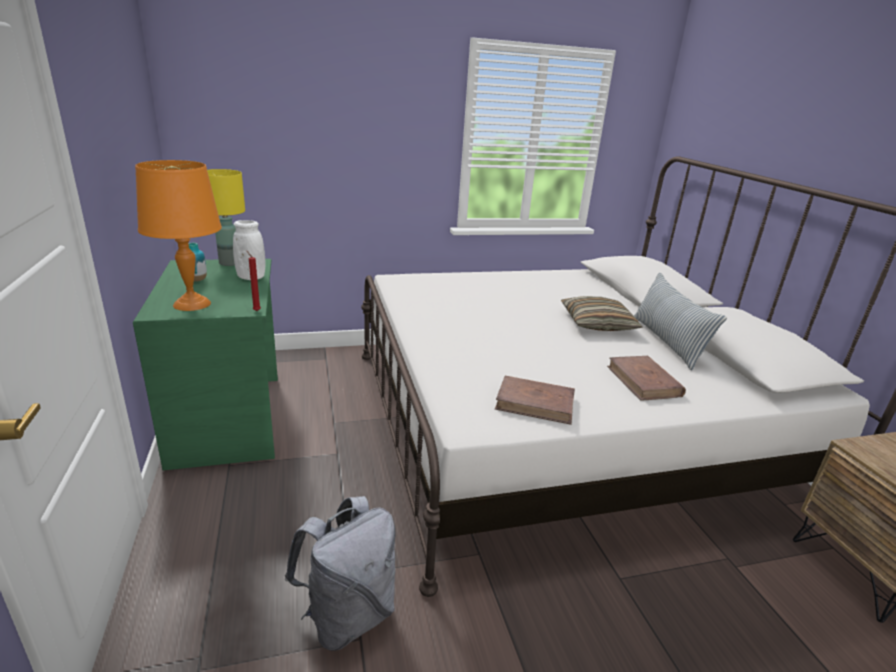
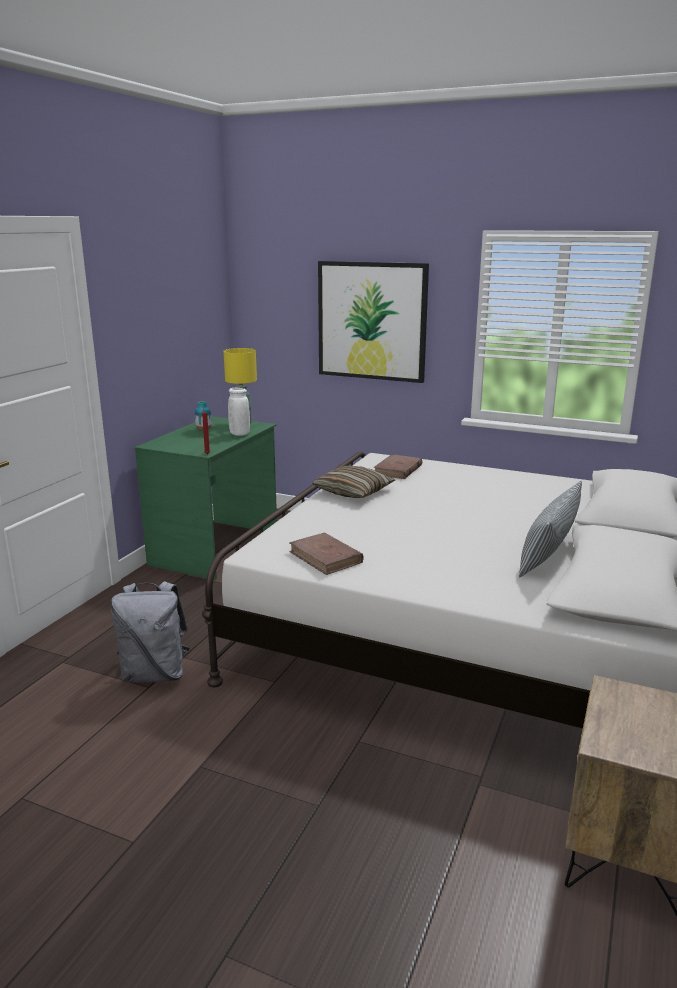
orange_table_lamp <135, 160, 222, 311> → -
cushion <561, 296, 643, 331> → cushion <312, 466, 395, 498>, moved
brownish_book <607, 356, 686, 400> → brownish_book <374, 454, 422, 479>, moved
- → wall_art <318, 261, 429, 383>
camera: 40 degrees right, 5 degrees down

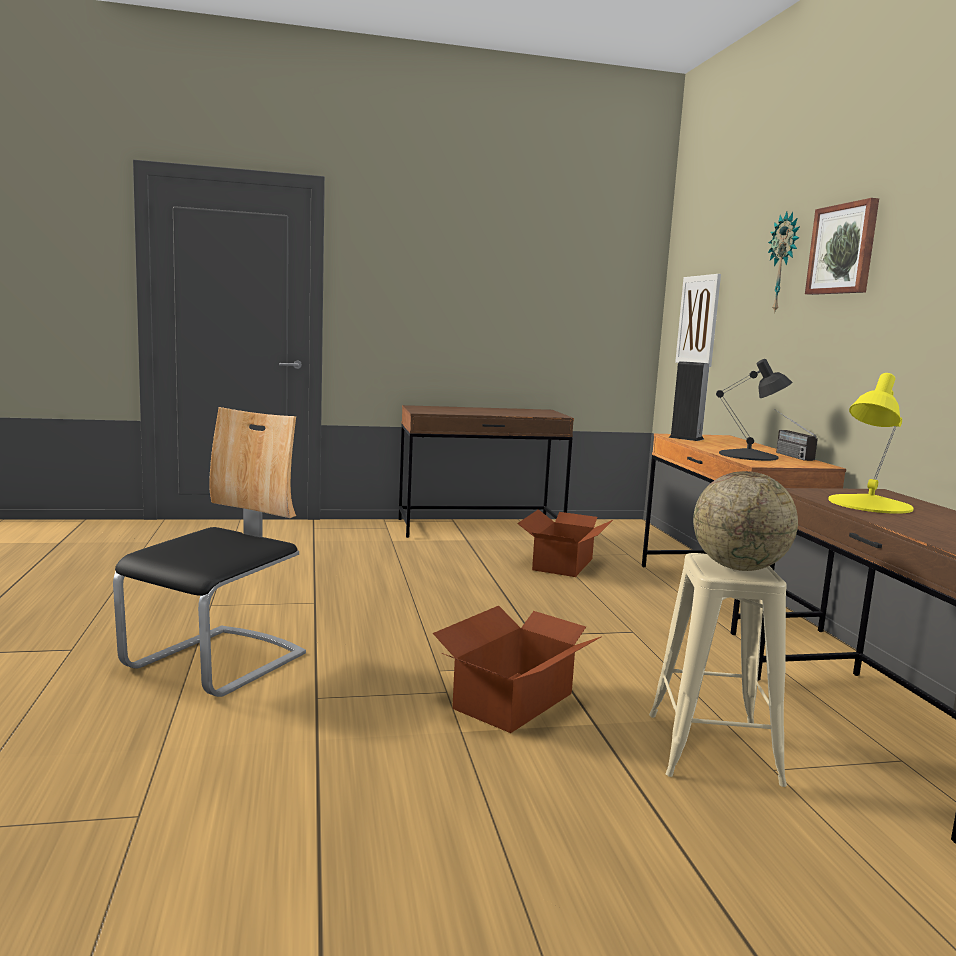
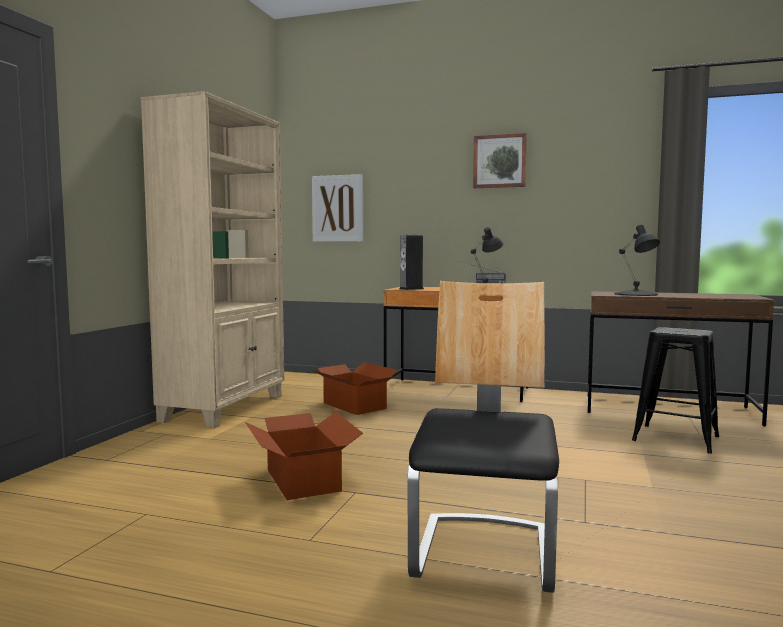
wall_clock <768, 212, 800, 314> → -
yellow_table_lamp <828, 373, 914, 514> → black_table_lamp <614, 224, 660, 296>
brownish_desk <398, 405, 574, 538> → beige_shelving_unit <141, 91, 284, 428>
chair <113, 407, 306, 697> → chair <408, 281, 559, 593>, 45 degrees clockwise
globe <693, 471, 798, 571> → -
beige_sitting_stool <649, 553, 787, 787> → black_sitting_stool <632, 327, 719, 453>
cardboard_box <433, 606, 602, 733> → cardboard_box <245, 412, 363, 500>, moved
camera: 60 degrees left, 5 degrees down

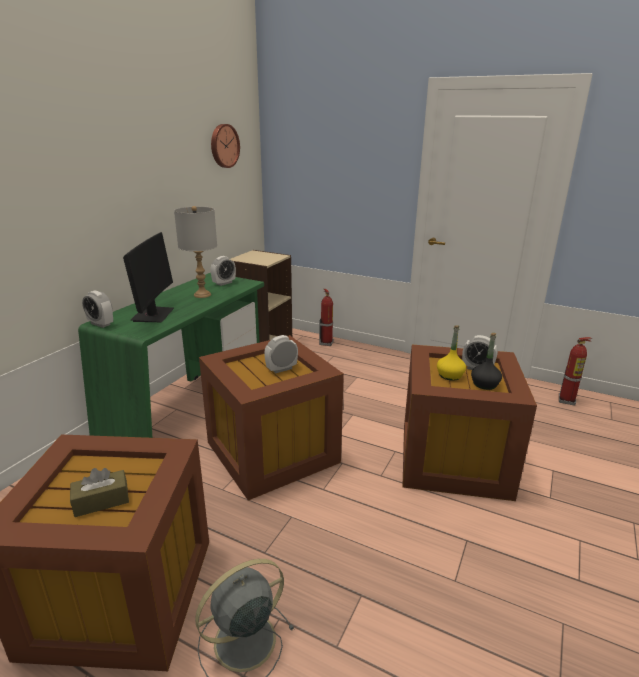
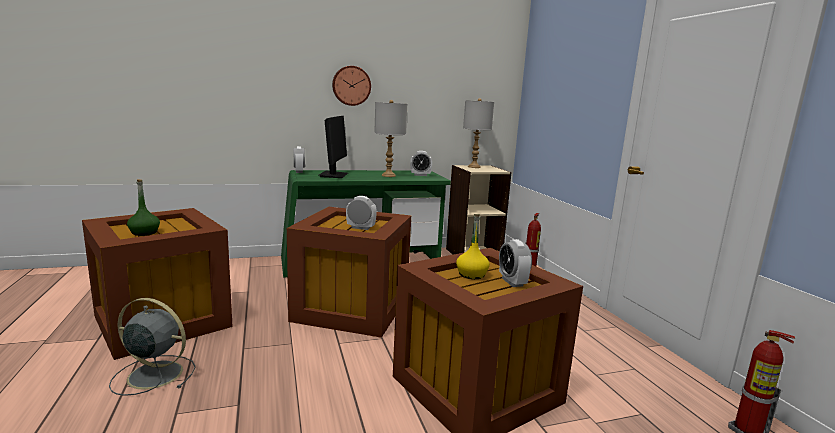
wall_clock <211, 124, 240, 168> → wall_clock <332, 66, 371, 106>, moved
computer_display <123, 232, 174, 322> → computer_display <318, 116, 348, 178>, 45 degrees counterclockwise
black_bottle <471, 333, 502, 390> → -
brownish_tissue_box <70, 468, 129, 517> → green-coloured_bottle <127, 179, 160, 236>
- → gray_table_lamp <463, 98, 494, 168>
camera: 45 degrees right, 10 degrees down

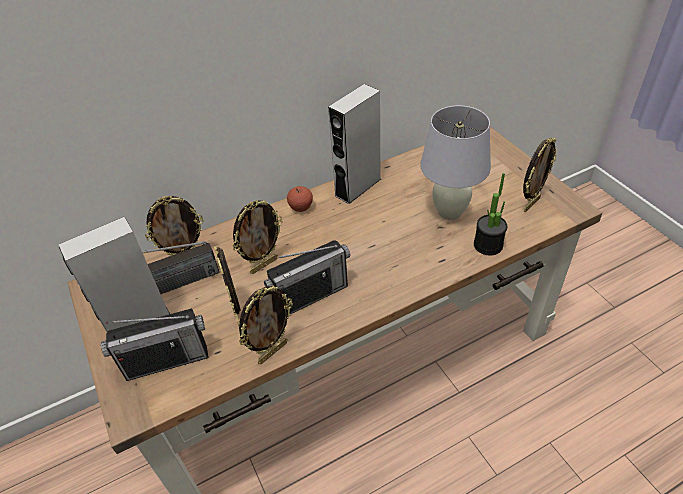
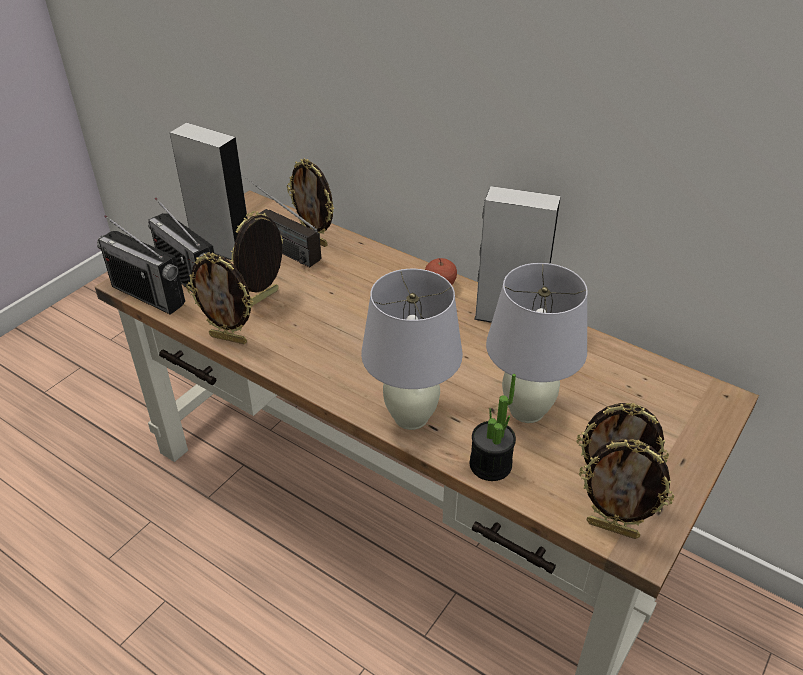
picture_frame <232, 200, 283, 274> → picture_frame <579, 438, 674, 539>, moved
radio_set <264, 240, 350, 314> → radio_set <97, 215, 185, 315>, moved
- → white-coloured_table_lamp <361, 269, 463, 430>
camera: 60 degrees right, 5 degrees down

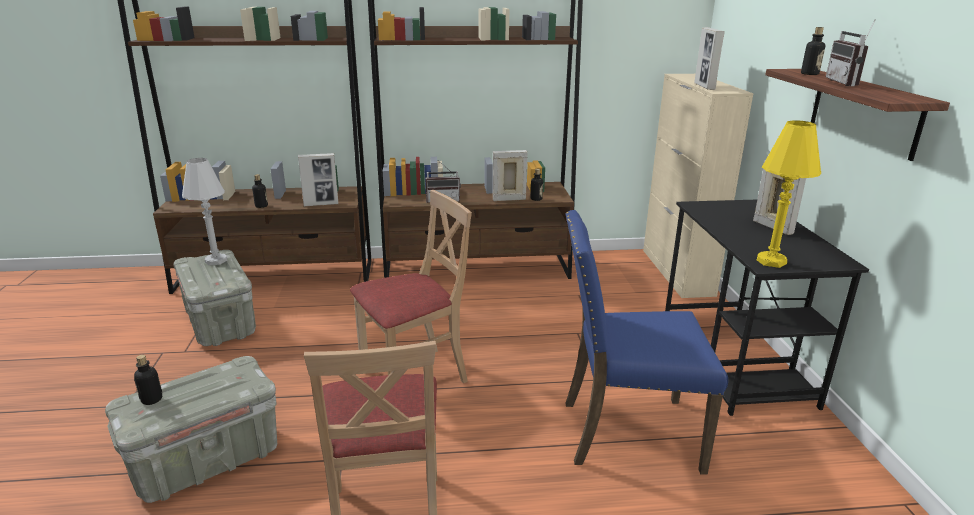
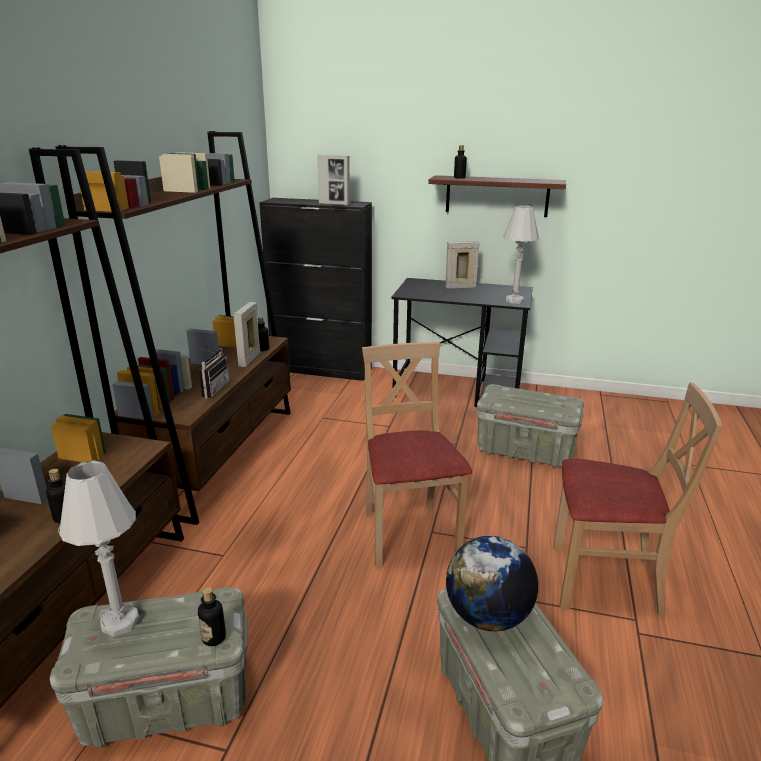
radio_set <826, 19, 876, 86> → -
beige_cabinet <643, 74, 754, 298> → black_cabinet <259, 198, 372, 381>
yellow_table_lamp <757, 120, 821, 268> → white-coloured_table_lamp <503, 205, 539, 304>
picture_frame <298, 153, 339, 206> → -
blue-coloured_chair <565, 210, 728, 475> → gray_storage_box <477, 384, 584, 468>
bottle <134, 355, 162, 405> → bottle <198, 587, 226, 646>, moved
- → globe <446, 536, 538, 631>
camera: 70 degrees left, 0 degrees up

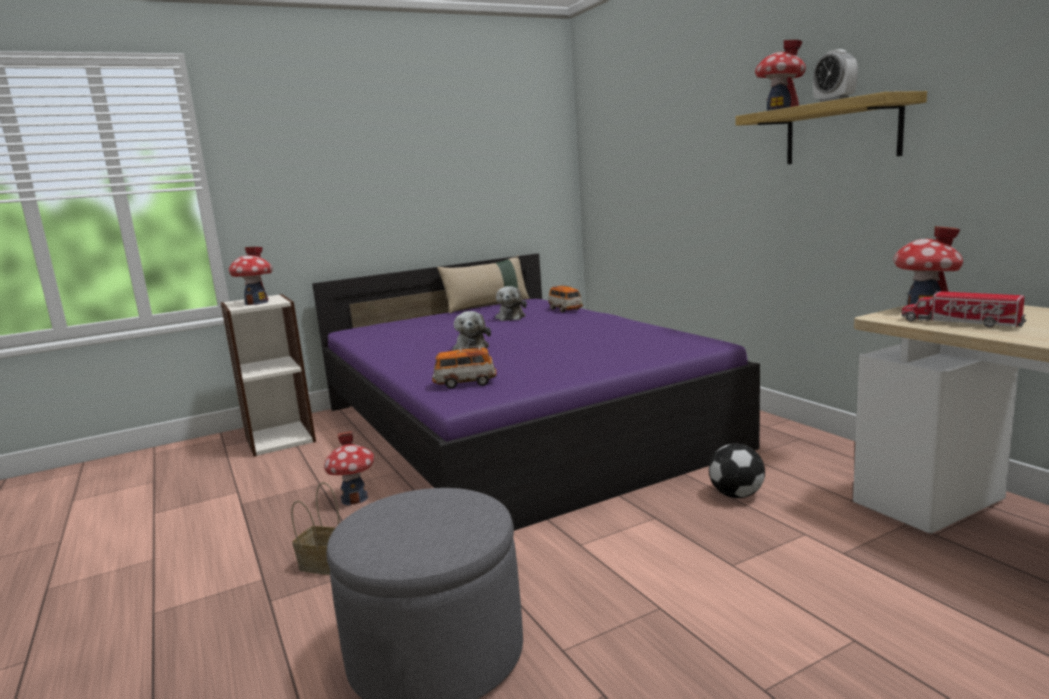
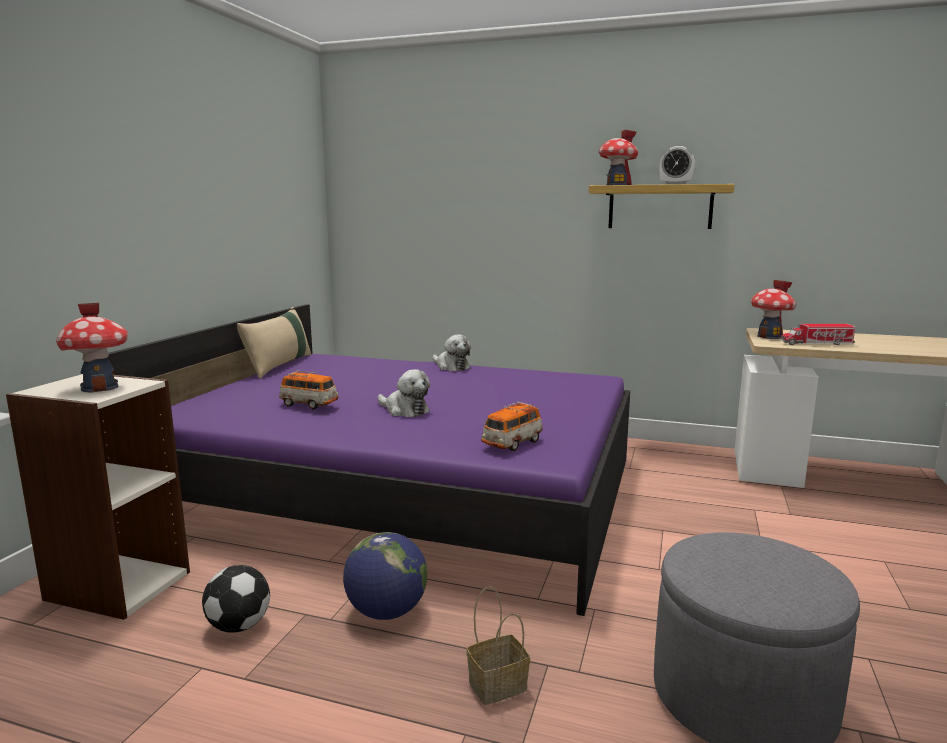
model_car <548, 284, 583, 312> → model_car <279, 371, 338, 409>, moved
plush_toy <495, 286, 527, 321> → plush_toy <433, 335, 471, 371>, moved
miniature_house <324, 431, 374, 505> → globe <343, 532, 428, 620>
football <709, 443, 765, 498> → football <202, 565, 270, 633>, moved
camera: 45 degrees left, 0 degrees up

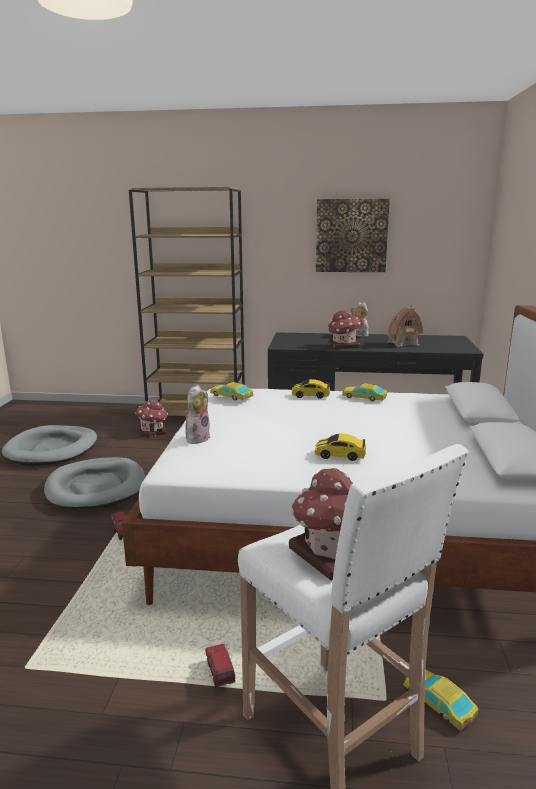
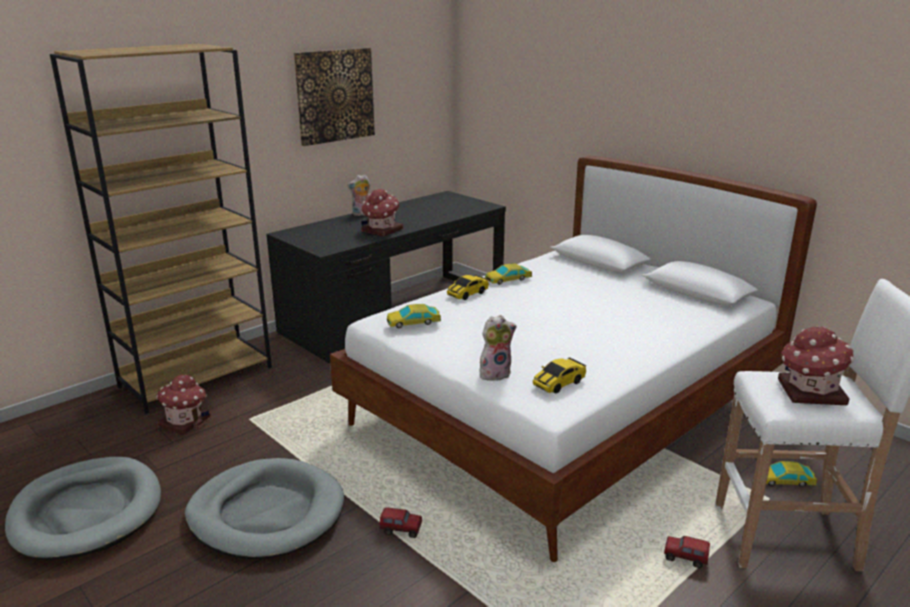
miniature_house <387, 304, 424, 347> → -
plush_toy <185, 385, 211, 444> → plush_toy <480, 315, 517, 381>, 90 degrees clockwise
model_car <315, 433, 366, 461> → model_car <533, 357, 586, 393>, moved
camera: 50 degrees left, 5 degrees up

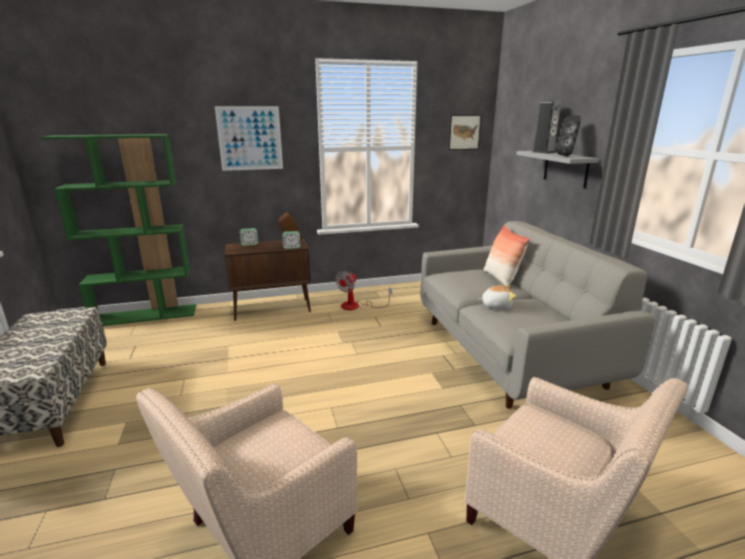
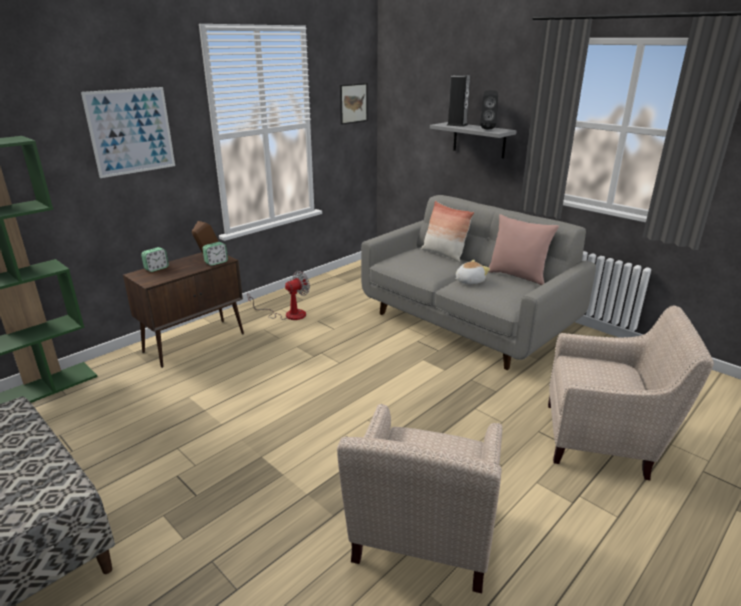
electric_fan <336, 271, 393, 310> → electric_fan <247, 271, 310, 320>, 135 degrees counterclockwise
- → pinkish_cushion <489, 214, 559, 285>
camera: 30 degrees left, 5 degrees up

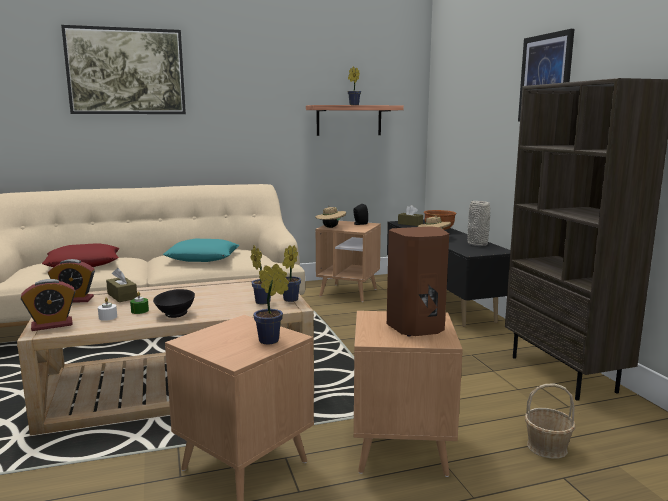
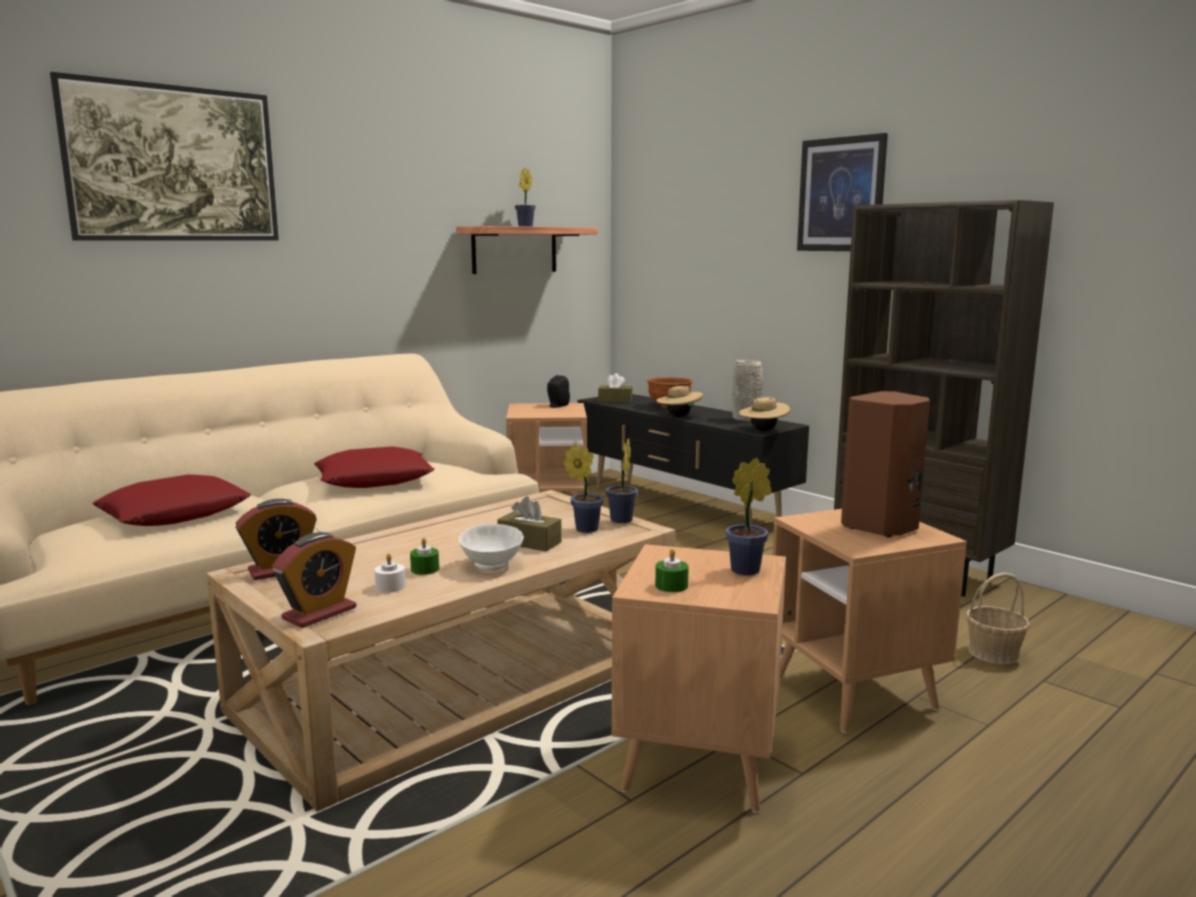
beige_hat <315, 206, 346, 228> → beige_hat <739, 396, 790, 431>, moved
turquoise-coloured_cushion <163, 239, 239, 262> → reddish_cushion <314, 447, 434, 488>
brownish_tissue_box <106, 268, 137, 302> → brownish_tissue_box <497, 496, 562, 551>, moved
black_deep_dish <153, 289, 195, 318> → white-coloured_deep_dish <458, 524, 524, 571>
- → green-coloured_wax_light <655, 548, 689, 592>
camera: 25 degrees left, 0 degrees up

